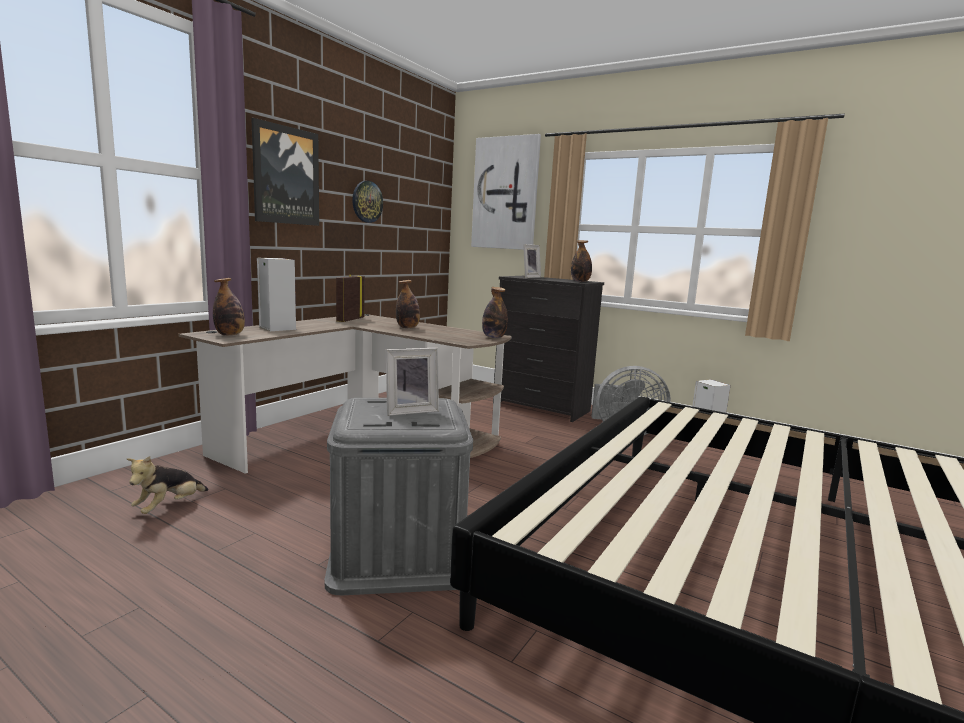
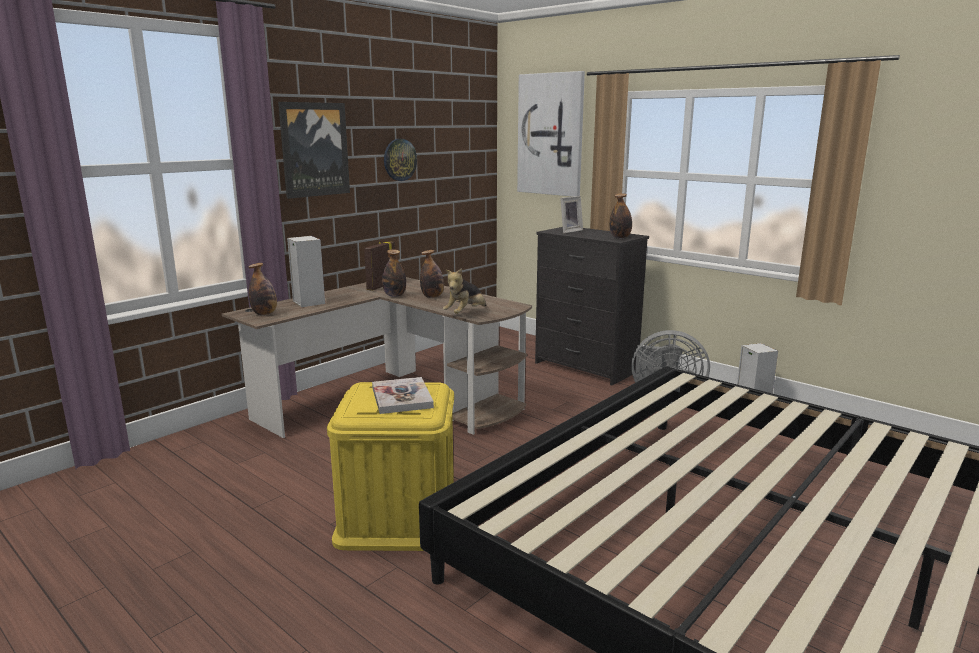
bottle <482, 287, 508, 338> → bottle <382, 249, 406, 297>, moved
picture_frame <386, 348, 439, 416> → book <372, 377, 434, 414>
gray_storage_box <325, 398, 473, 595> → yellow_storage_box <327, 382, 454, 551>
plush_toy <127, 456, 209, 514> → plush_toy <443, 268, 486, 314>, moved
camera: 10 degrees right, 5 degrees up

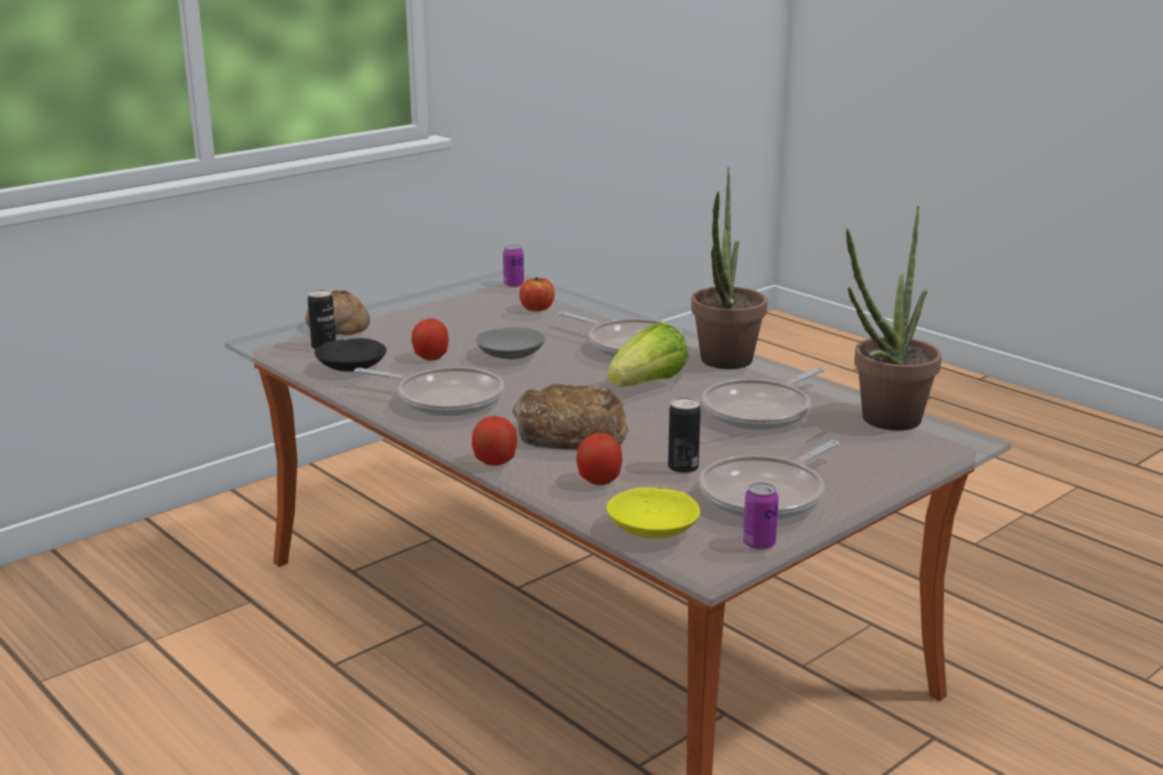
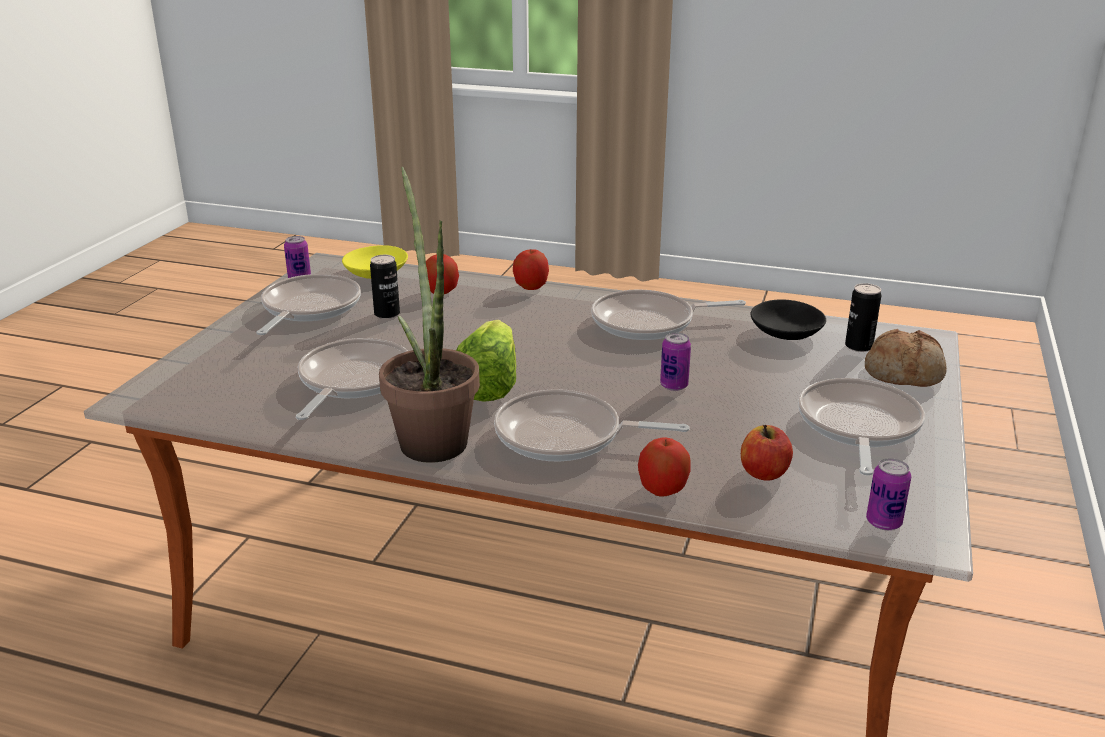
potted_plant <846, 206, 942, 431> → -
whole_apple <411, 318, 449, 361> → whole_apple <638, 437, 690, 497>, moved
gray_deep_dish <476, 327, 545, 359> → sealed_can <660, 333, 691, 391>
bread <513, 384, 629, 450> → -
- → pan <798, 378, 925, 475>
camera: 150 degrees right, 5 degrees up

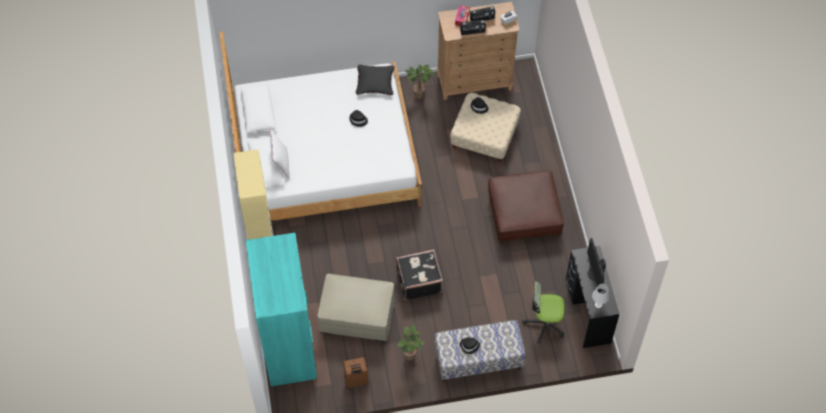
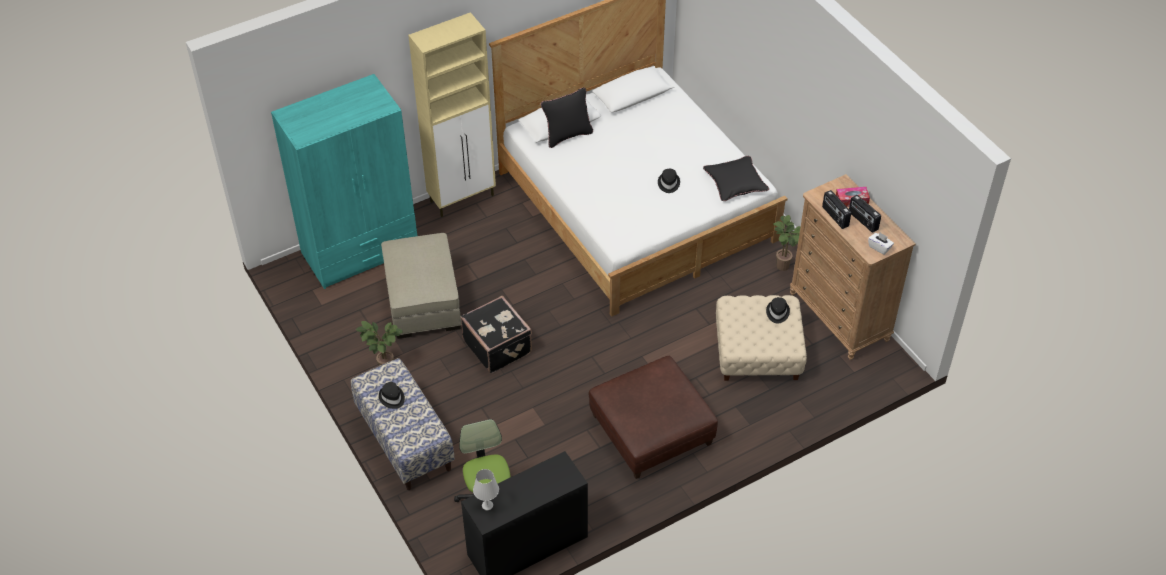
white-coloured_cushion <270, 129, 290, 178> → black_cushion <541, 88, 593, 148>
computer_display <587, 238, 606, 293> → -
brownish_suitcase <343, 357, 369, 389> → -
camera: 70 degrees right, 10 degrees down

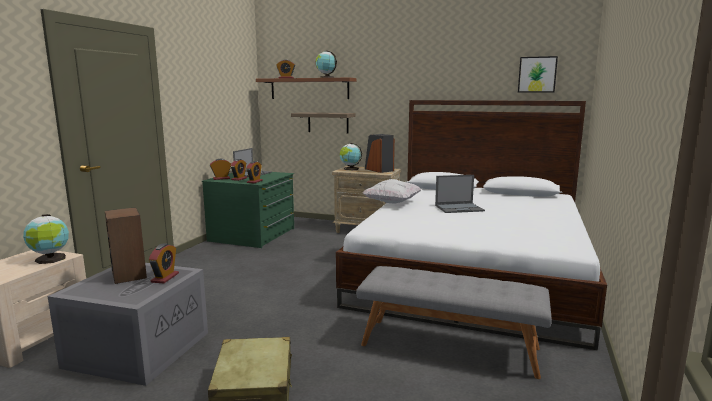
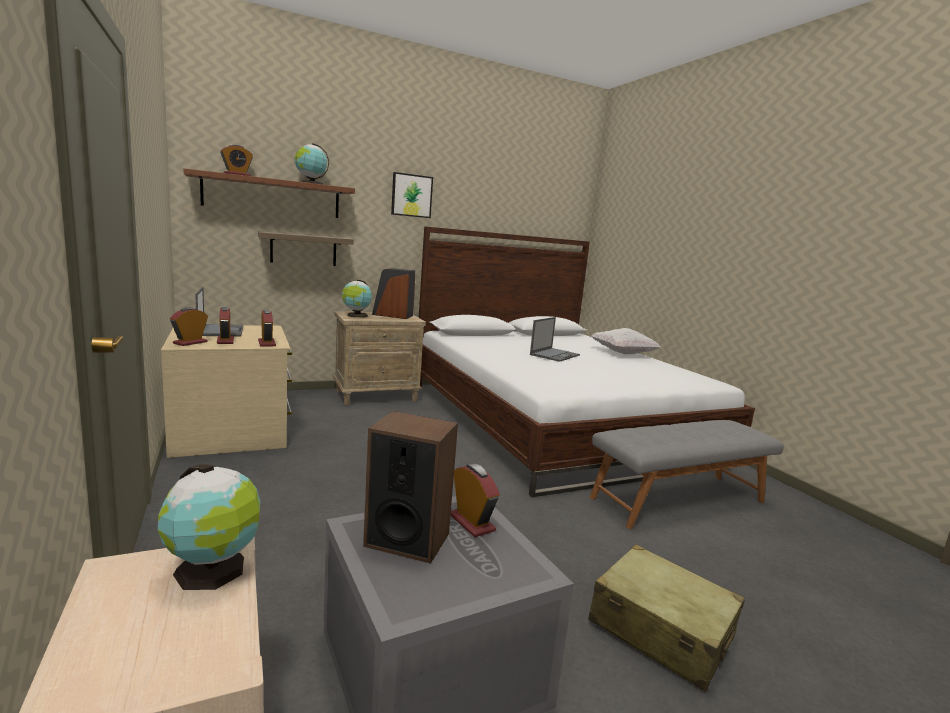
wall_art <518, 56, 558, 92> → wall_art <391, 172, 433, 218>, moved
green-coloured_chest_of_drawers <202, 172, 294, 248> → beige_chest_of_drawers <161, 325, 292, 458>
white-coloured_cushion <363, 179, 421, 204> → white-coloured_cushion <591, 328, 660, 354>, moved
camera: 45 degrees left, 0 degrees up

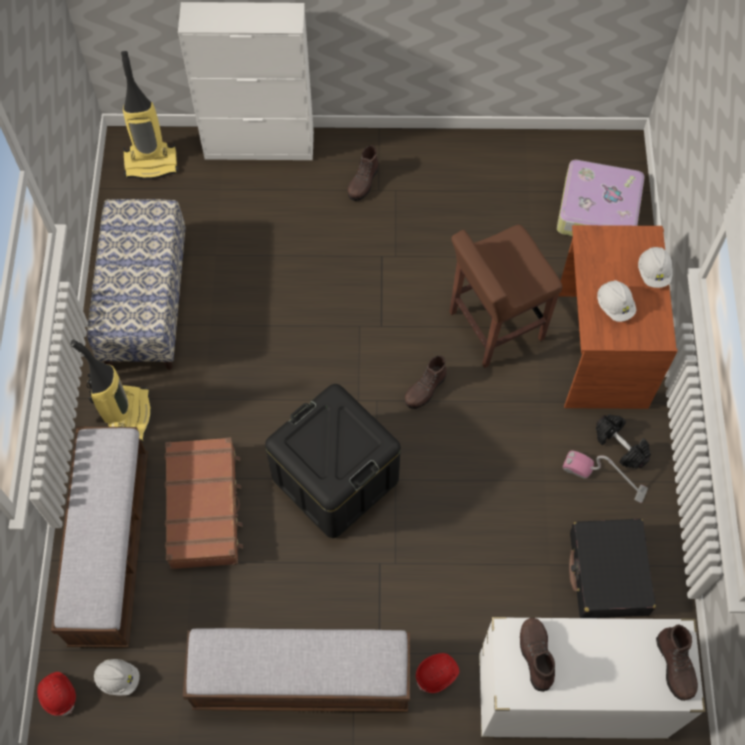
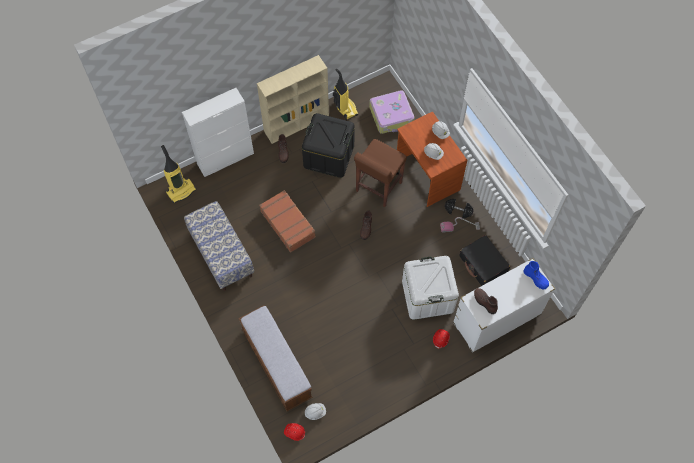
hoover <70, 340, 151, 442> → hoover <333, 69, 358, 120>, moved
black_storage_box <265, 384, 401, 538> → black_storage_box <302, 113, 355, 178>, moved
brownish_suitcase <165, 437, 243, 569> → brownish_suitcase <259, 190, 316, 253>, moved
brownish_high-top_boot <656, 624, 698, 701> → blue-coloured_high-top_boot <524, 261, 549, 290>
indoor_bench <183, 628, 410, 712> → -
- → beige_shelving_unit <257, 55, 329, 144>
- → white-coloured_storage_box <402, 256, 459, 320>
camera: 30 degrees left, 0 degrees up

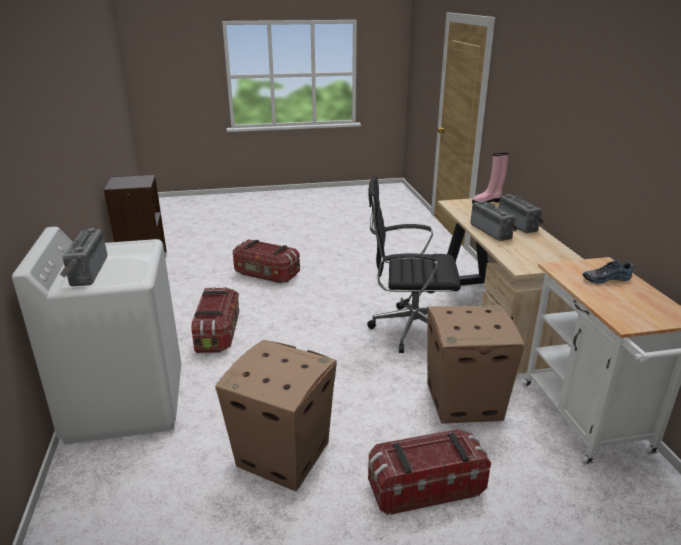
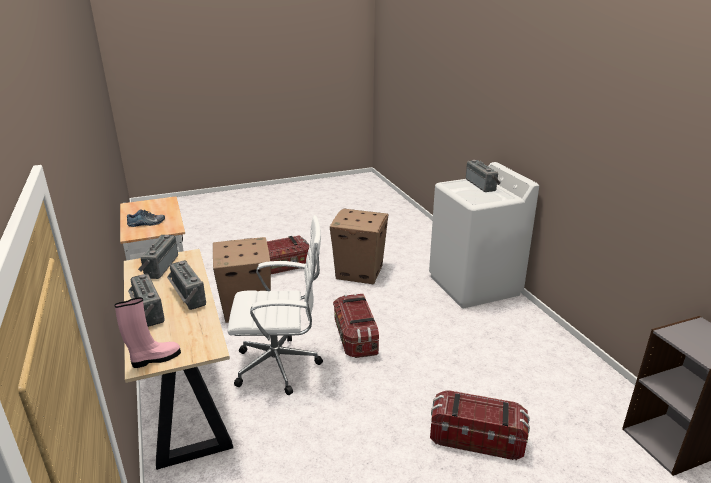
black_office_chair <367, 175, 461, 353> → white-coloured_office_chair <228, 215, 323, 395>
storage_box <191, 287, 239, 353> → storage_box <333, 294, 379, 358>, moved
- → radio_set <138, 235, 178, 279>
camera: 170 degrees right, 0 degrees up

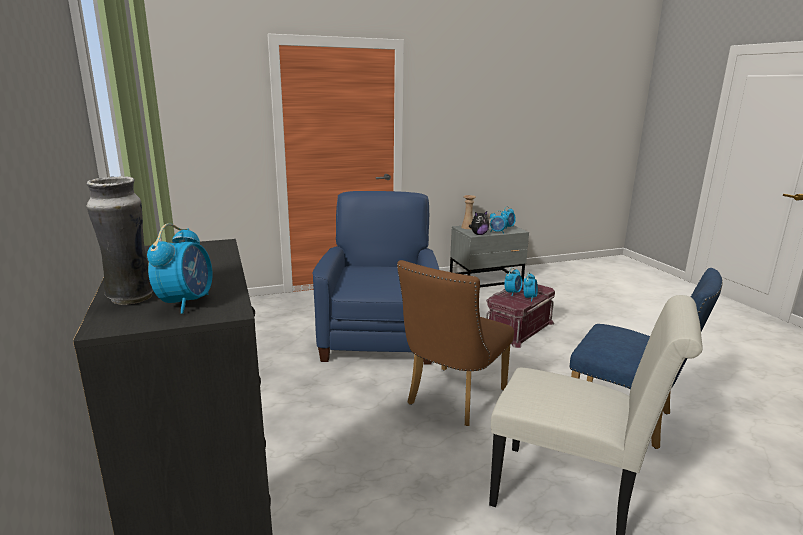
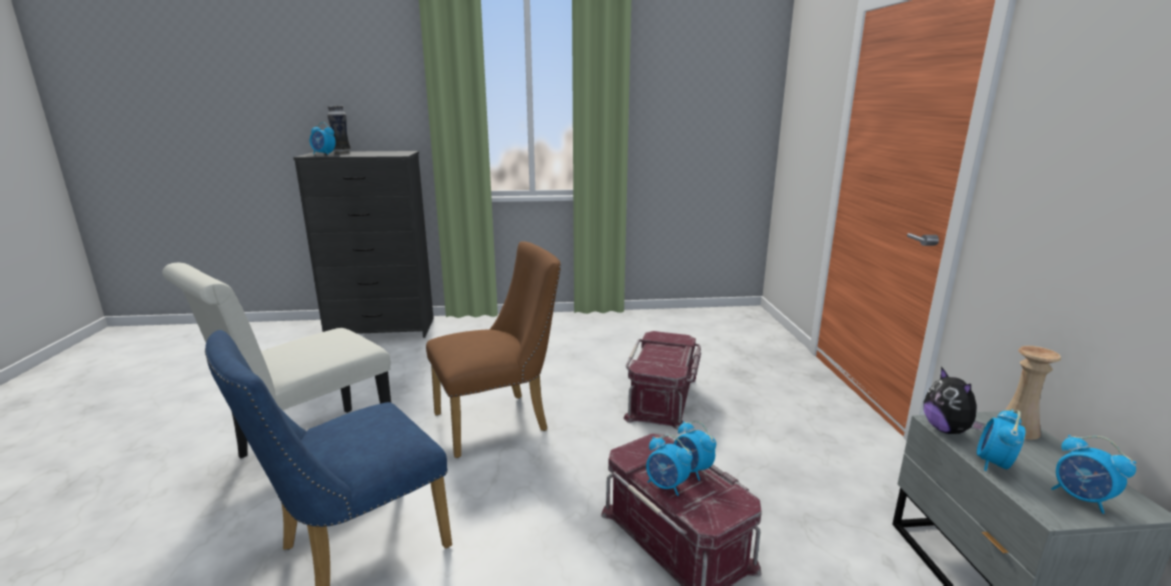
blue-coloured_easy_chair <313, 191, 439, 365> → reddish_storage_box <623, 331, 701, 430>
brownish_chair <397, 260, 514, 426> → brownish_chair <426, 241, 561, 458>, 105 degrees clockwise
camera: 105 degrees right, 0 degrees up

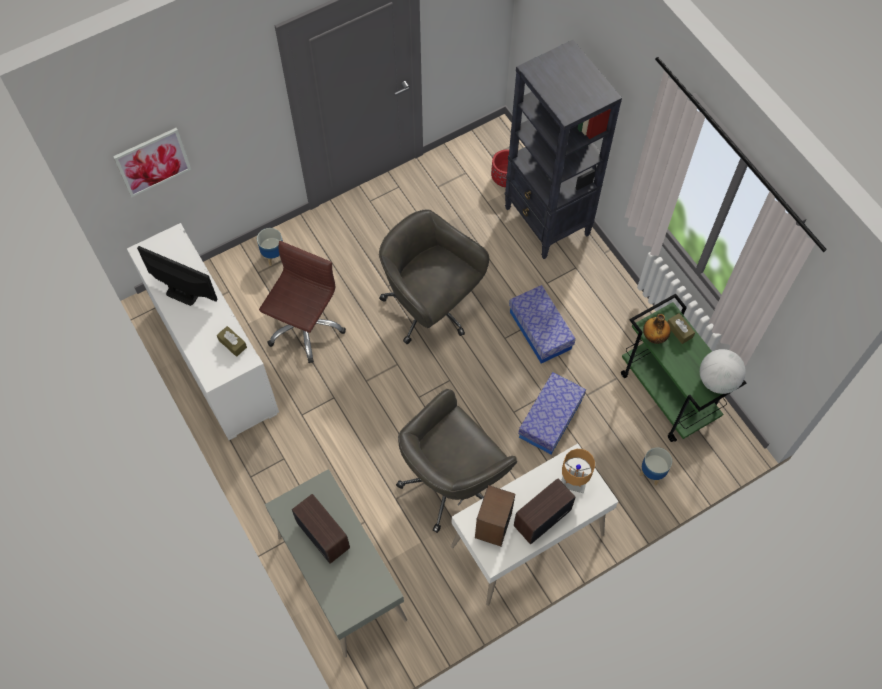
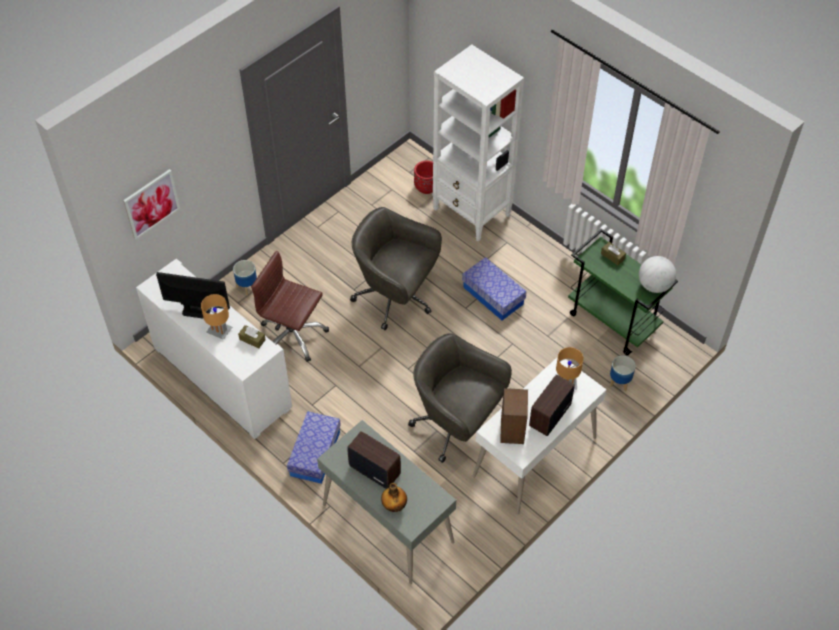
black_shelving_unit <505, 40, 622, 259> → white-coloured_shelving_unit <432, 45, 524, 242>
brownish_office_chair <259, 241, 346, 363> → brownish_office_chair <251, 250, 329, 362>, 75 degrees counterclockwise
bottle <643, 314, 671, 344> → bottle <381, 483, 407, 512>, moved
storage_box <518, 372, 586, 454> → storage_box <287, 411, 341, 484>, moved
gray_office_chair <396, 389, 517, 533> → gray_office_chair <408, 333, 512, 463>, 90 degrees clockwise
- → brownish_table_lamp <201, 294, 232, 340>
camera: 15 degrees left, 10 degrees down

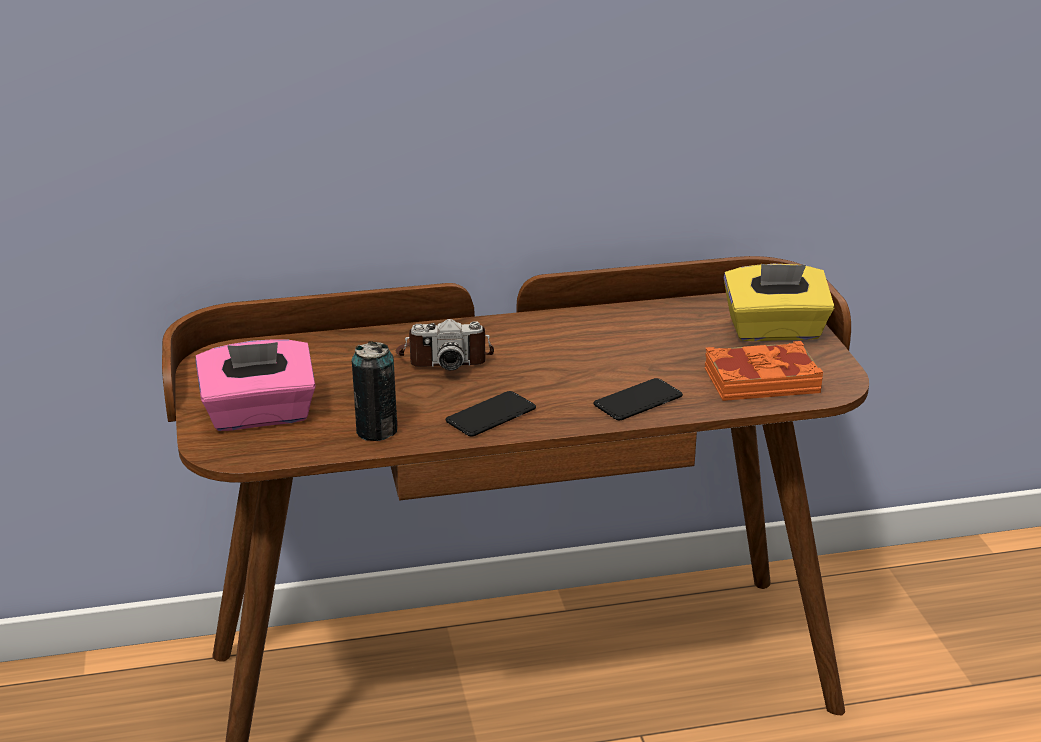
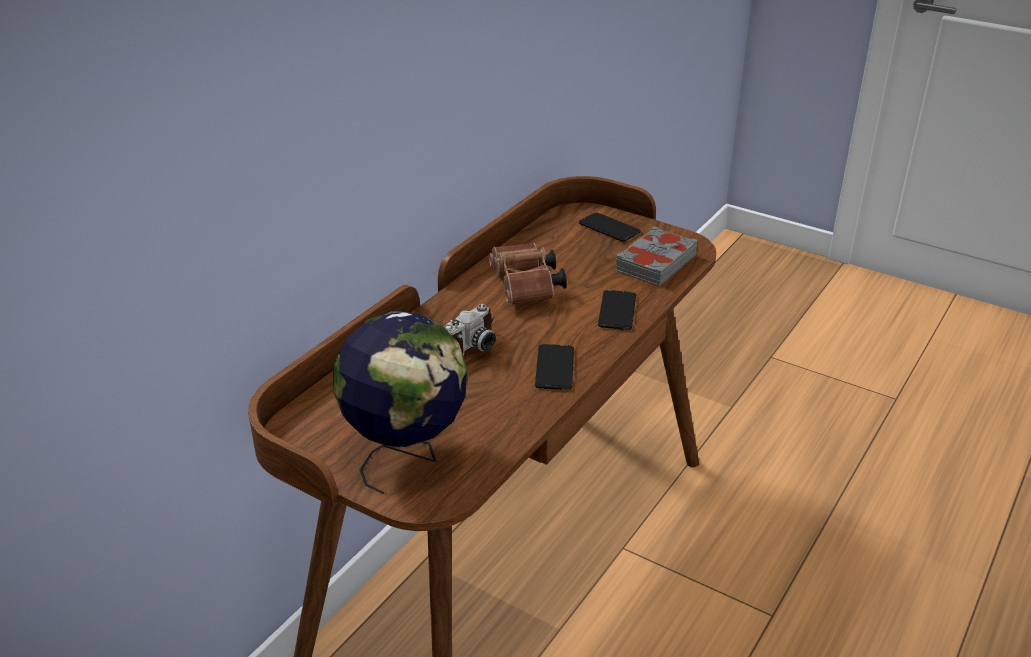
yellow_tissue_box <724, 264, 834, 341> → telephone <579, 212, 641, 242>
pinkish_tissue_box <196, 340, 316, 431> → globe <333, 311, 467, 494>
sealed_can <352, 341, 397, 441> → -
orange_book <705, 341, 823, 401> → gray_book <615, 226, 697, 286>
- → brownish_pair_of_binoculars <489, 243, 567, 305>
camera: 45 degrees left, 5 degrees up

